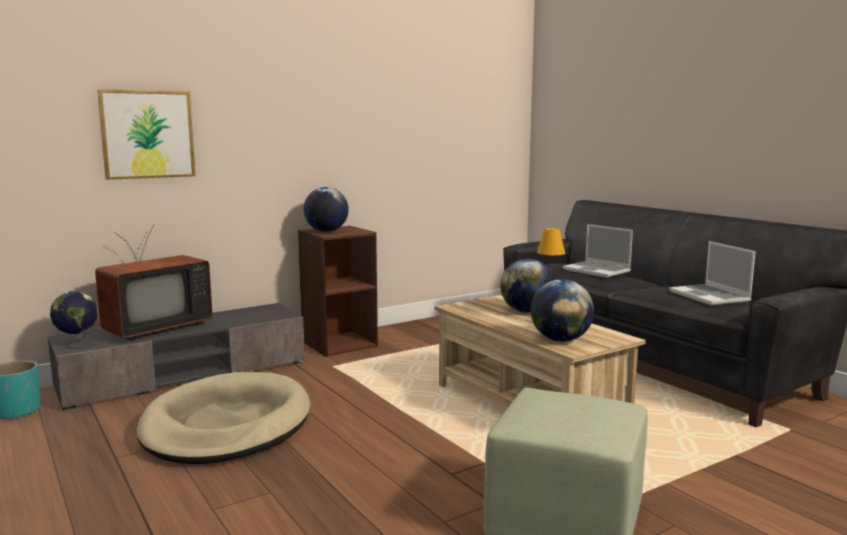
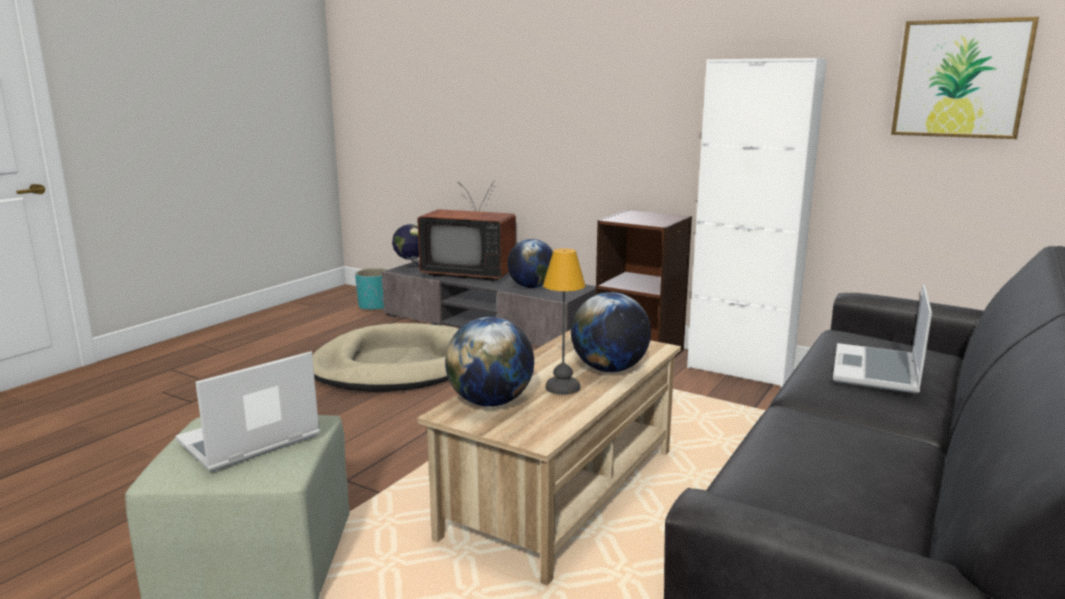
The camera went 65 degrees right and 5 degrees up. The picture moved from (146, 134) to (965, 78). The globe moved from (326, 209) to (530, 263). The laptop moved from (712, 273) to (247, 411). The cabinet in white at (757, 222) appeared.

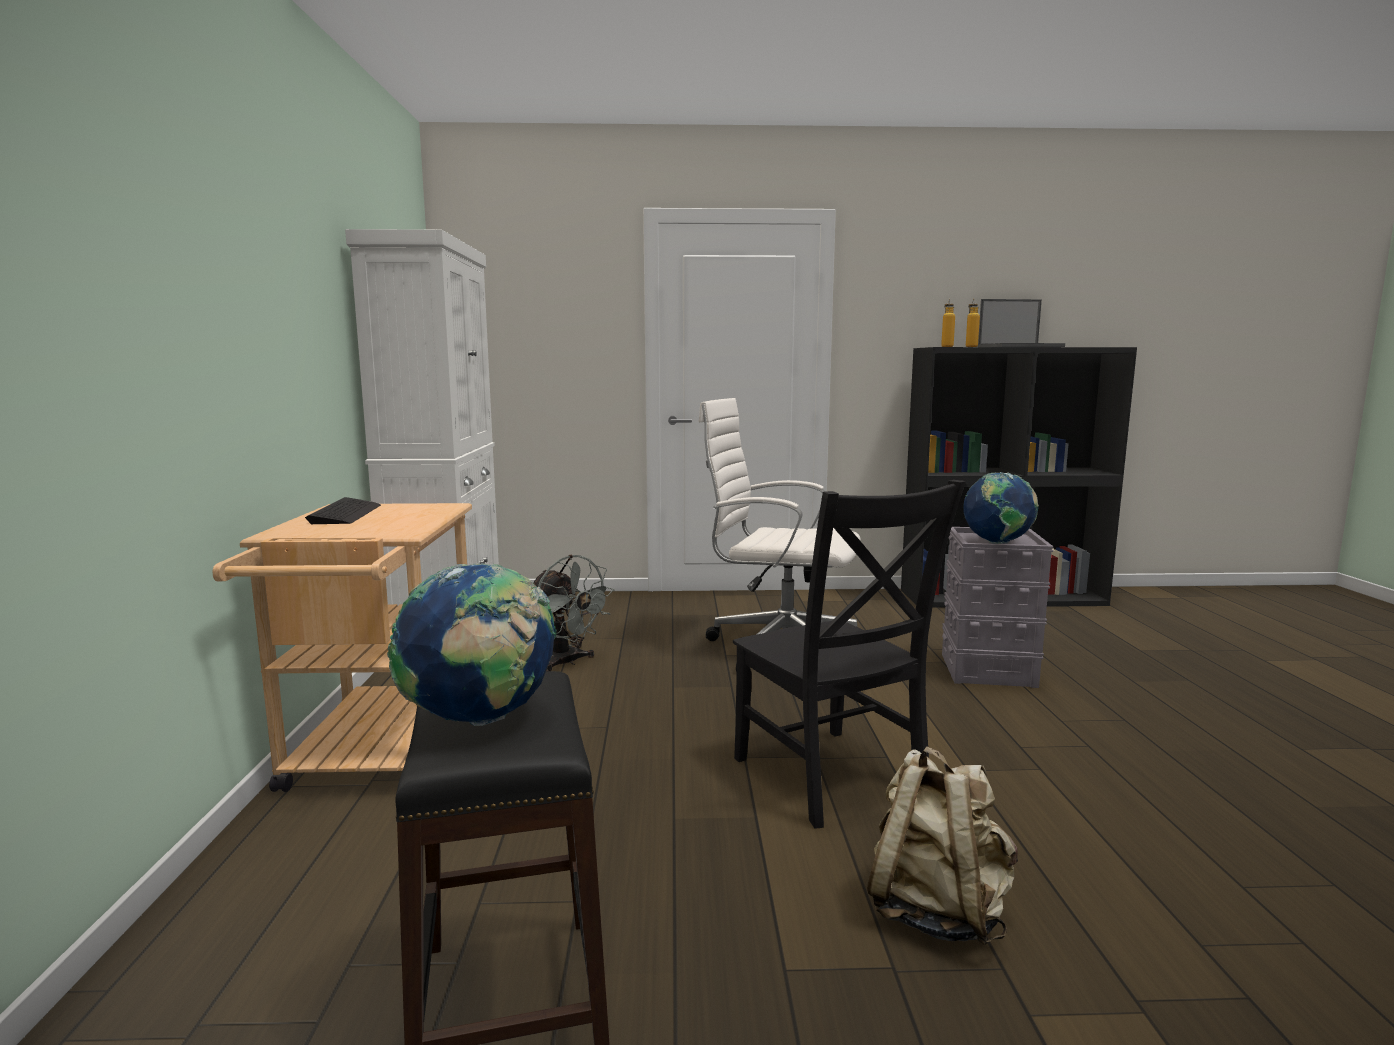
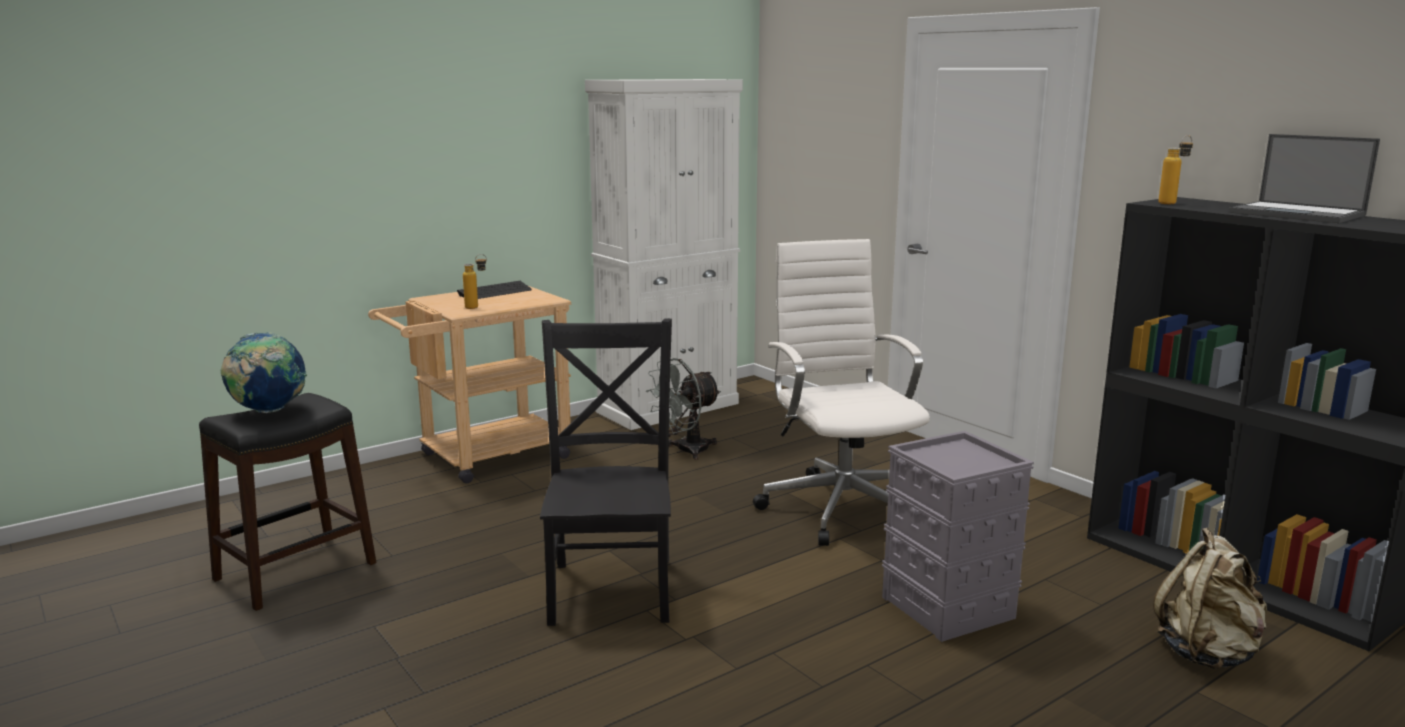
The camera went 55 degrees right and 5 degrees up. The bottle moved from (973, 323) to (475, 281). The globe at (1001, 508) disappeared. The chair in black at (849, 654) turned 150 degrees clockwise. The fan in grey at (574, 613) turned 45 degrees clockwise. The backpack in beige moved from (942, 845) to (1210, 598).

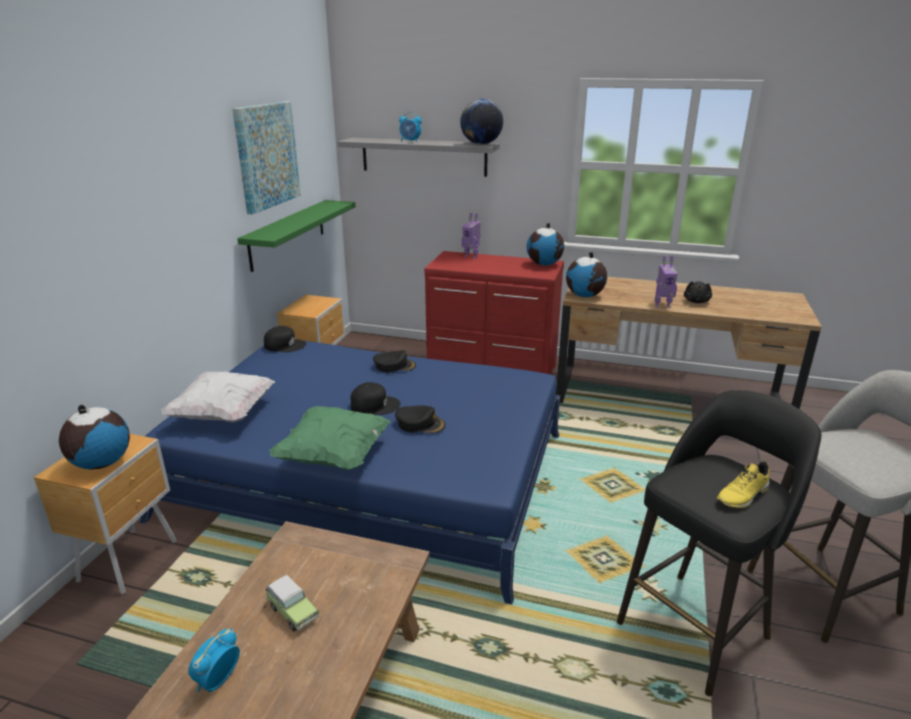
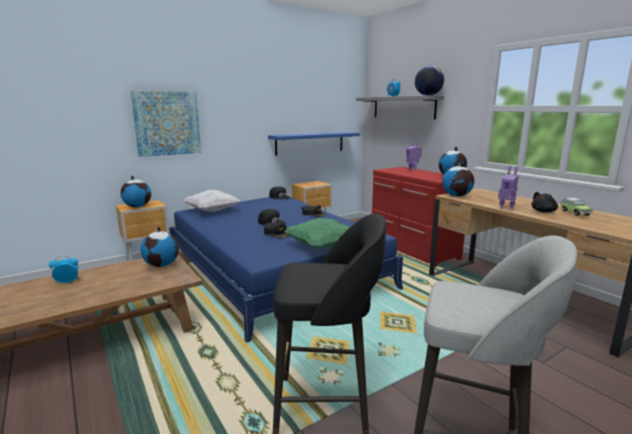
The camera went 40 degrees right and 10 degrees down. The picture moved from (266, 158) to (166, 124). The shelf in green at (296, 236) became the shelf in blue at (314, 144). The pillow in green moved from (329, 438) to (317, 233). The shoe in yellow at (743, 485) disappeared. The toy car moved from (292, 603) to (576, 207). The globe at (160, 246) appeared.

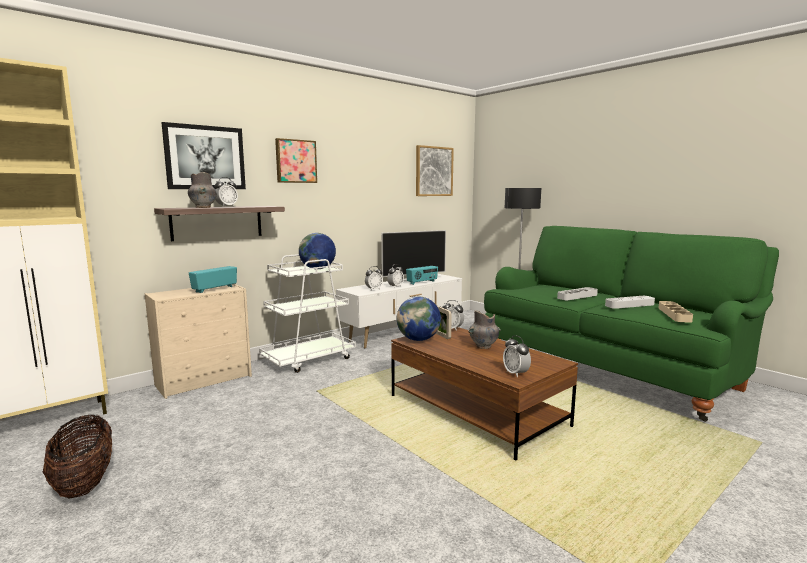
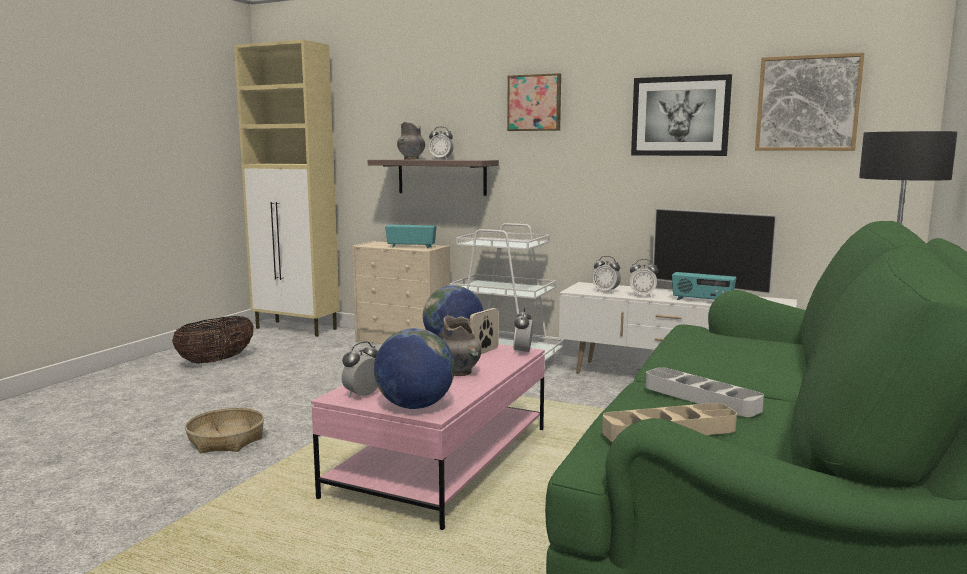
The camera went 65 degrees right and 0 degrees up. The picture moved from (203, 155) to (681, 115). The globe moved from (317, 251) to (414, 368). The tray in grey at (577, 293) disappeared. The coffee table in brown at (484, 394) became the coffee table in pink at (428, 437). The basket at (224, 430) appeared.

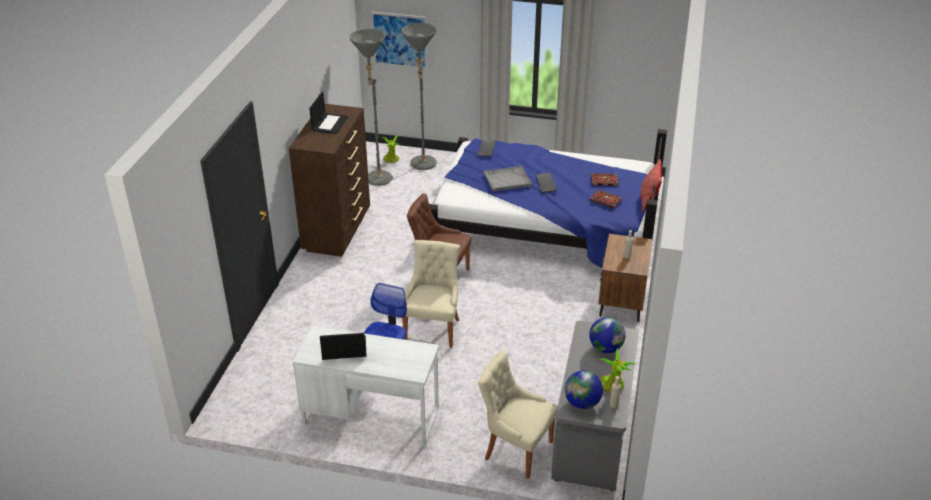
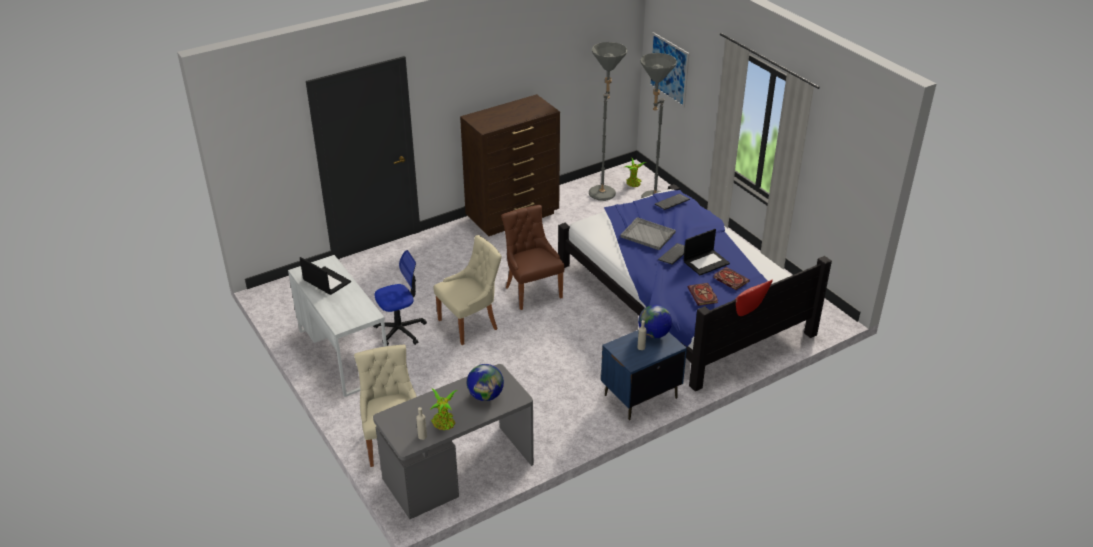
The camera went 45 degrees right and 0 degrees up. The laptop moved from (328, 113) to (707, 252). The nightstand in brown at (625, 278) became the nightstand in blue at (644, 375). The globe moved from (584, 389) to (655, 321).

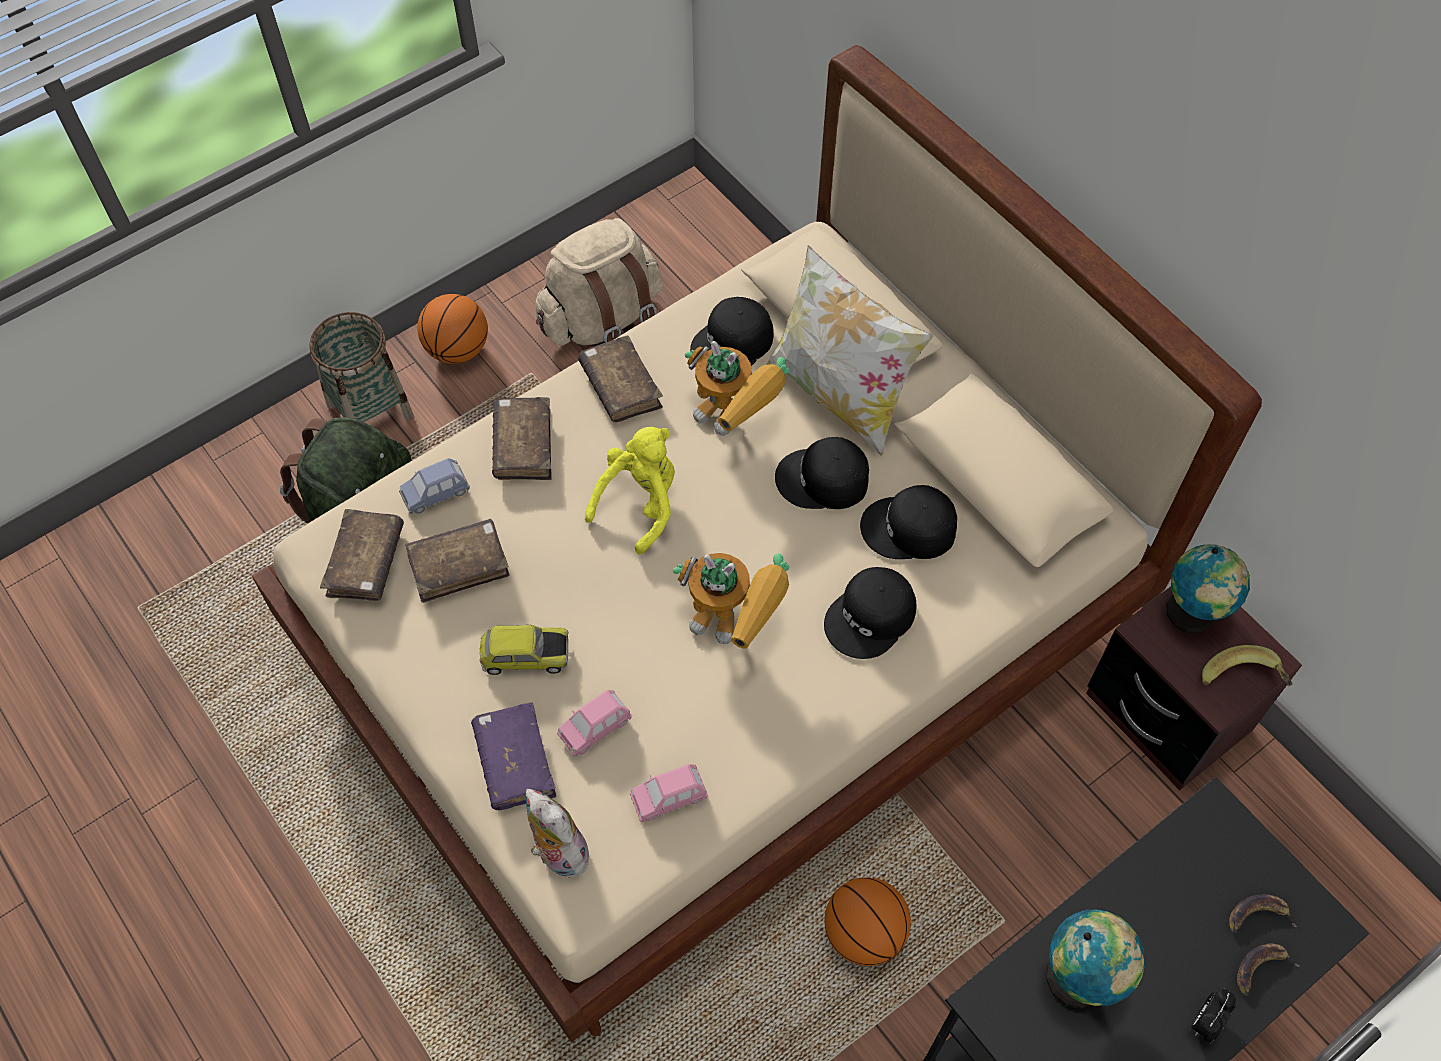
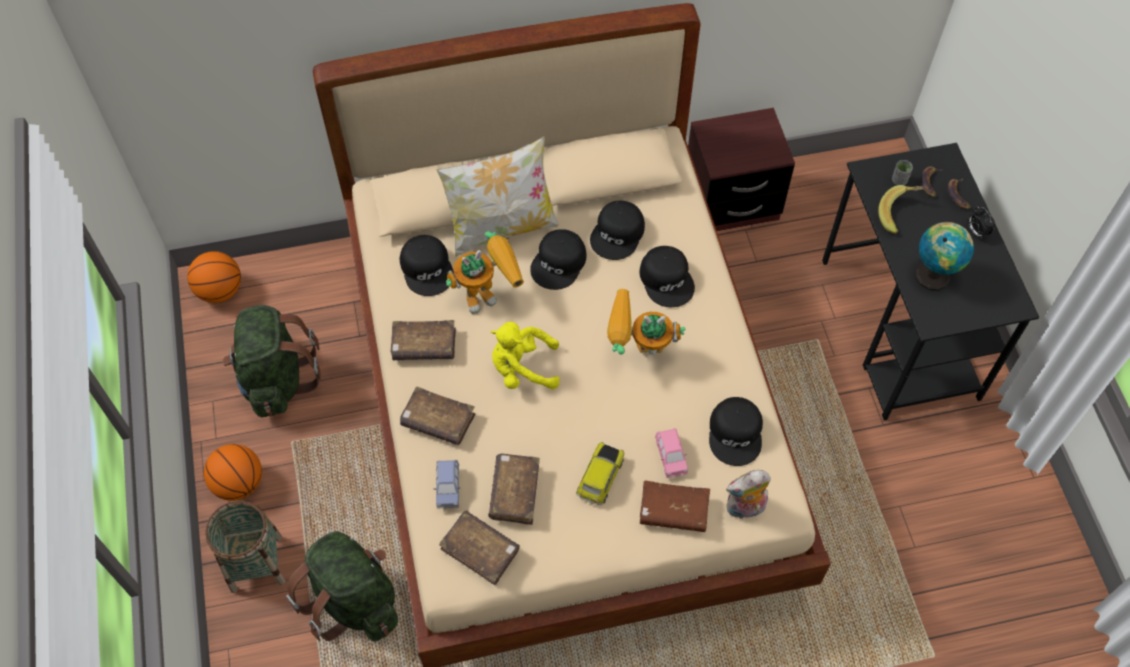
The camera went 65 degrees left and 0 degrees up. The backpack in beige at (599, 282) became the backpack in green at (271, 361). The plush toy in yellow at (630, 490) turned 60 degrees counterclockwise. The globe at (1208, 589) disappeared. The toy robot at (731, 601) turned 135 degrees counterclockwise. The banana moved from (1247, 666) to (901, 209). The book in purple at (513, 756) became the book in brown at (675, 506). The toy car in pink at (669, 793) was replaced by the cap in black at (736, 431). The basketball moved from (868, 921) to (214, 277). The cup in grey at (902, 172) appeared.

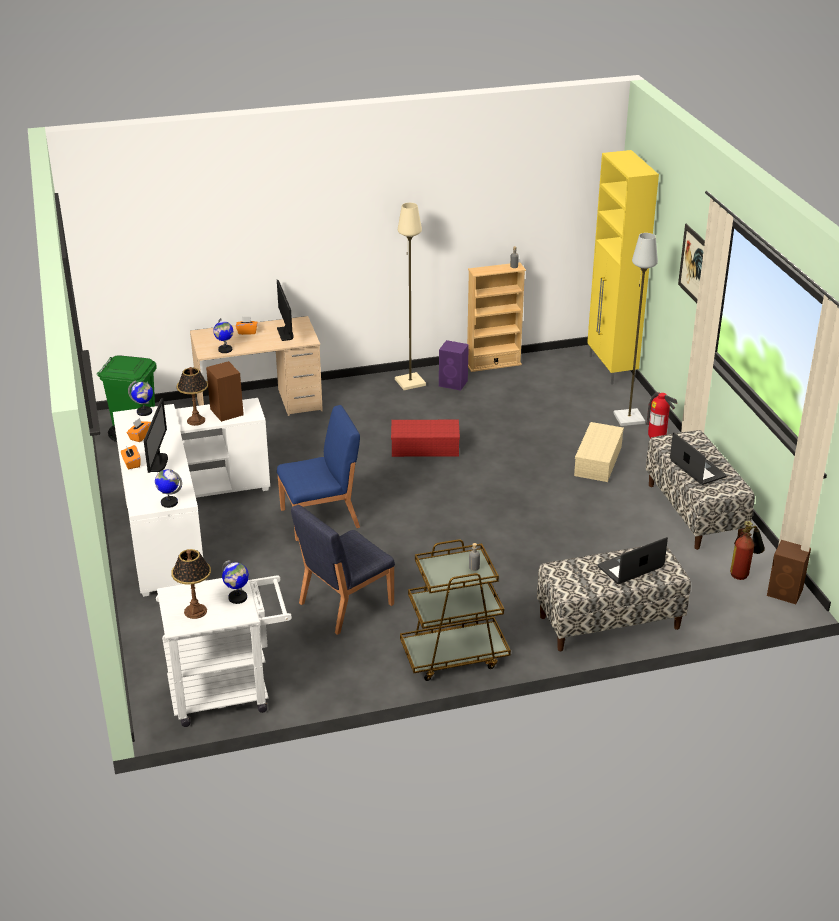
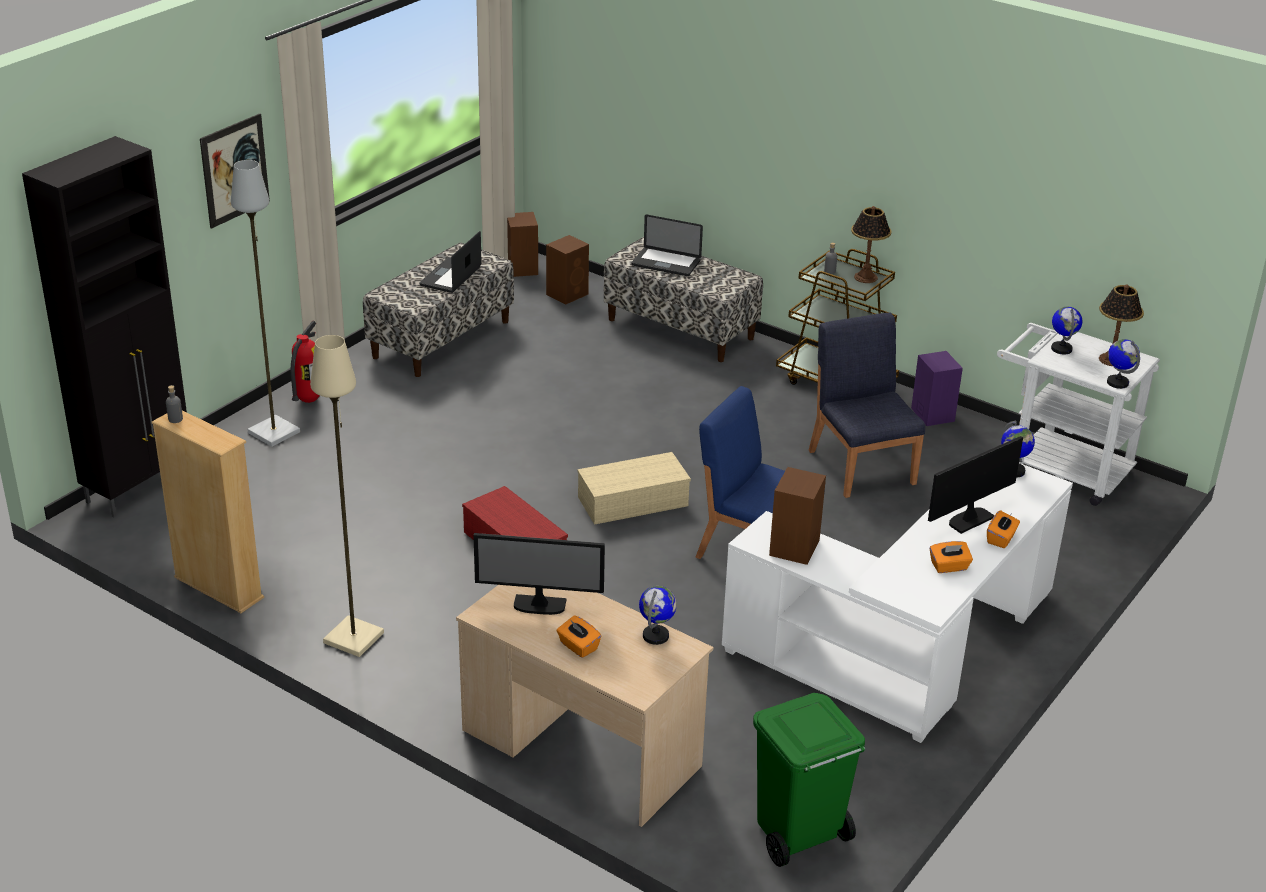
The camera went 130 degrees left and 0 degrees up. The cabinet in yellow at (623, 267) became the cabinet in black at (104, 326). The monitor at (285, 310) turned 120 degrees counterclockwise. The speaker in purple moved from (454, 365) to (937, 388). The table lamp moved from (192, 396) to (871, 244). The globe moved from (140, 398) to (1123, 364). The storage box in beige moved from (599, 452) to (634, 488). The chair in blue at (343, 570) turned 120 degrees counterclockwise. The fire extinguisher at (747, 550) disappeared. The speaker in brown at (567, 270) appeared.

